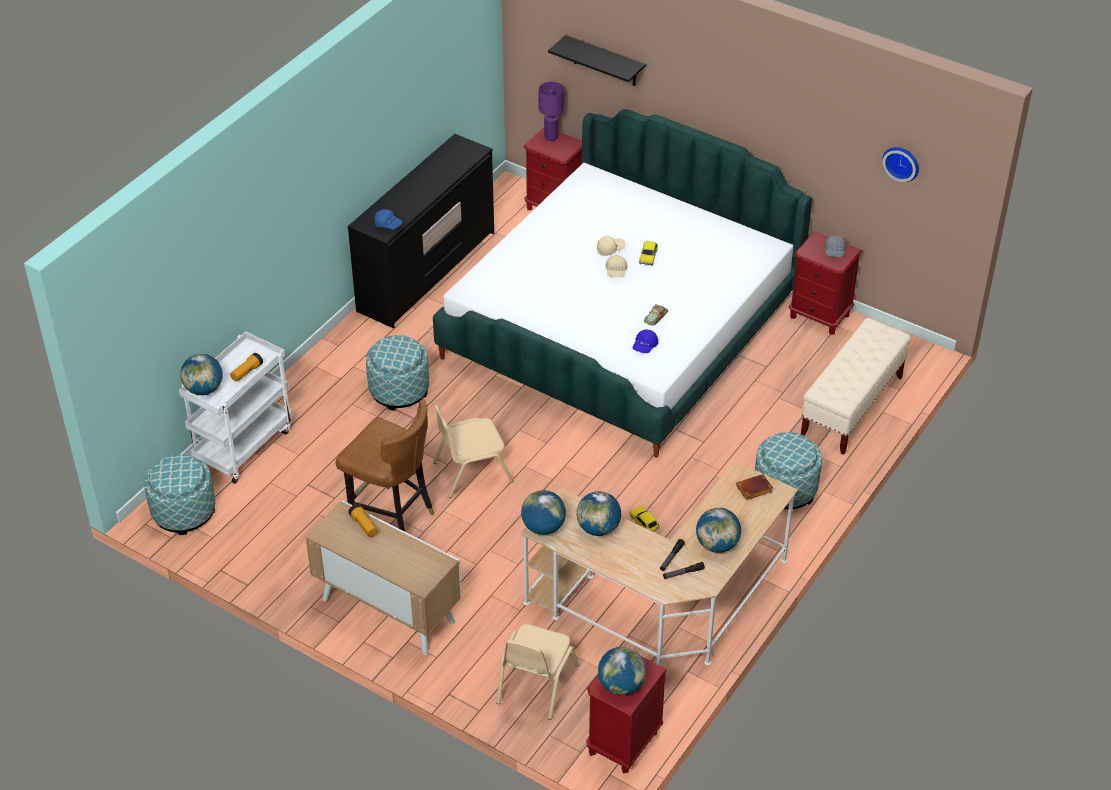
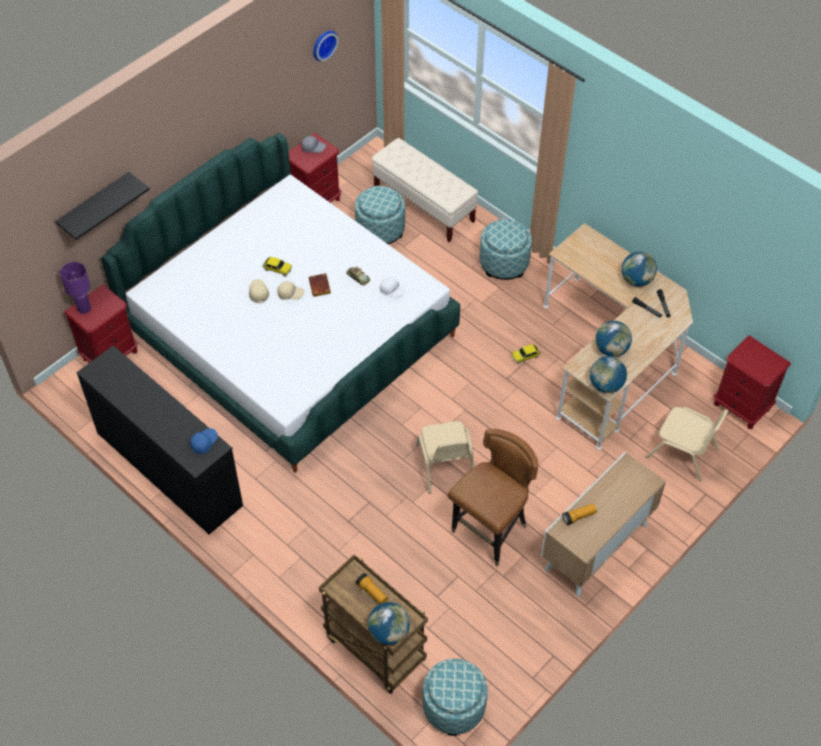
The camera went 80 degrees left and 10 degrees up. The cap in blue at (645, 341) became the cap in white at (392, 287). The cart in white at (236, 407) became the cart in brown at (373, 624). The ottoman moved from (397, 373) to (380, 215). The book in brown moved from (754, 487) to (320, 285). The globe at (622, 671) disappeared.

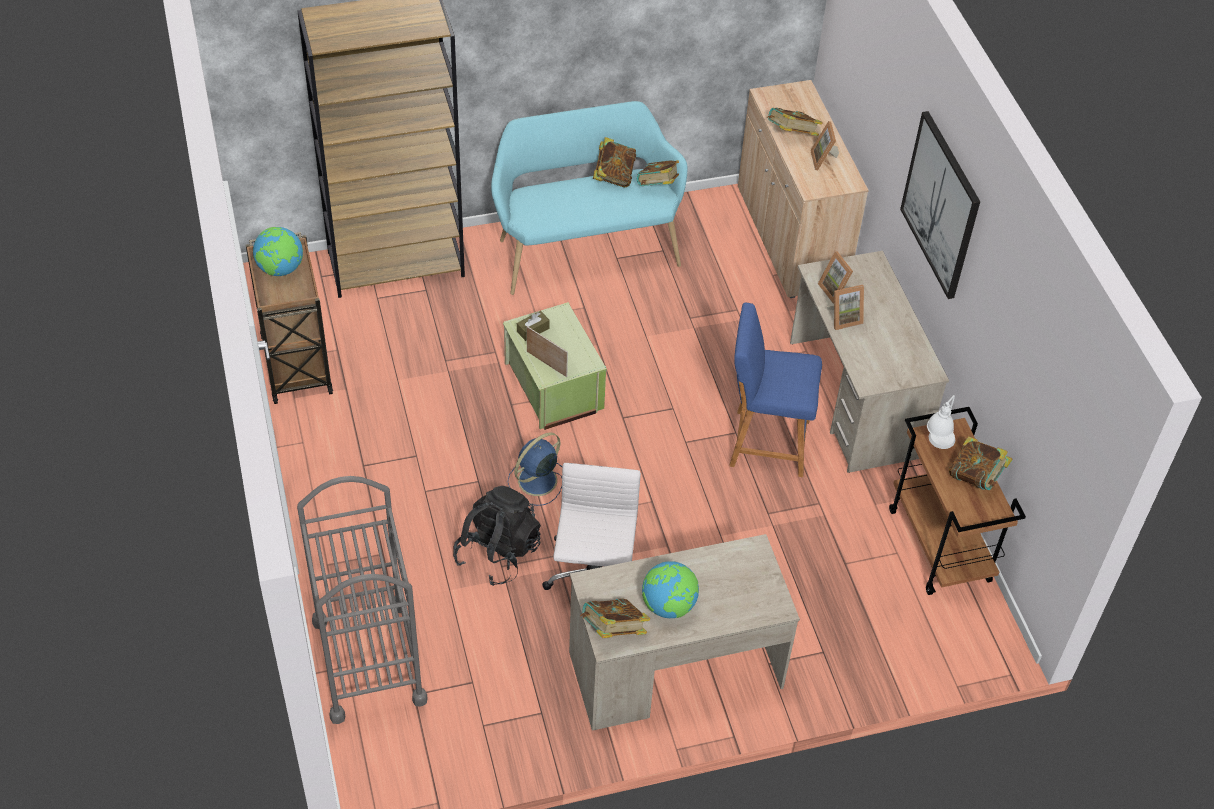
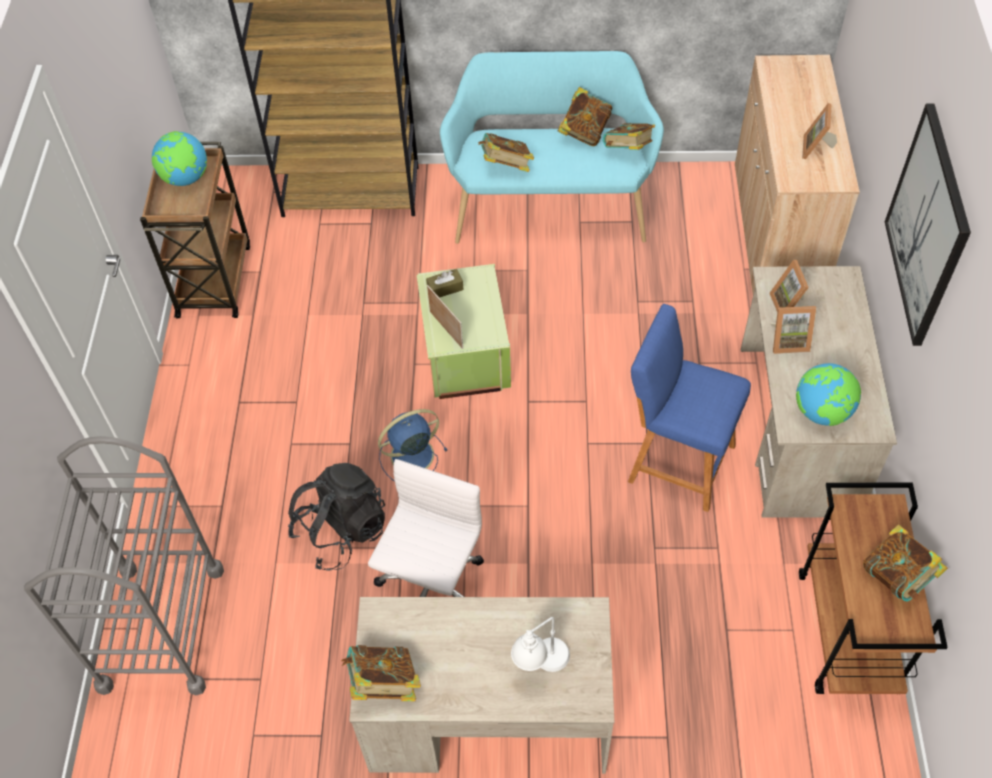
The camera went 20 degrees right and 5 degrees up. The book moved from (795, 122) to (506, 152). The table lamp in white moved from (941, 422) to (540, 644). The globe moved from (670, 589) to (828, 394).

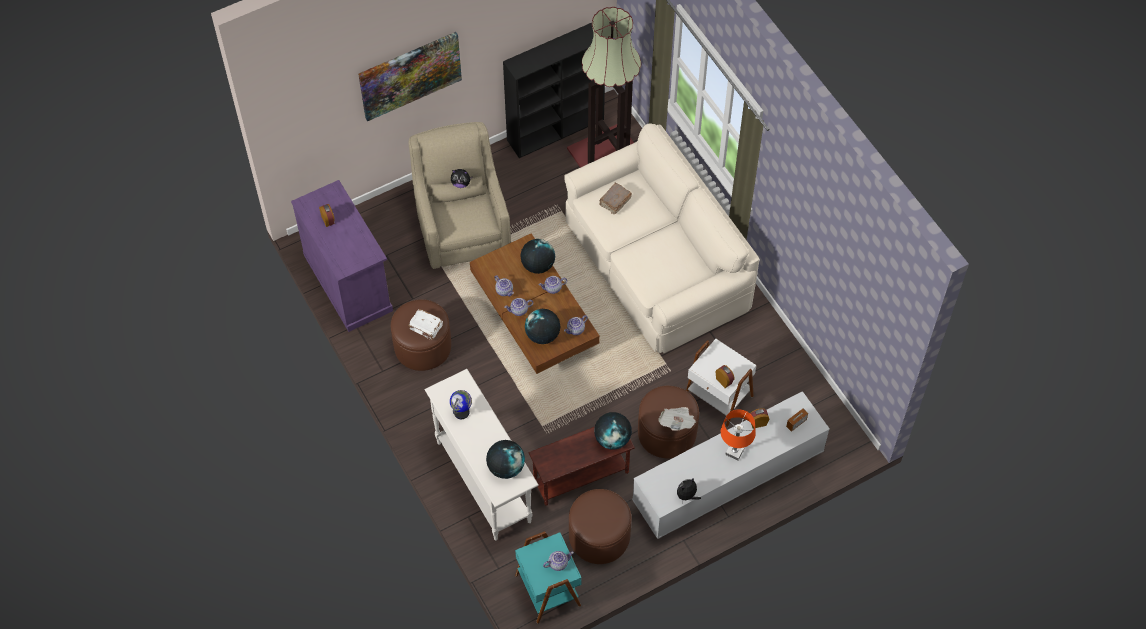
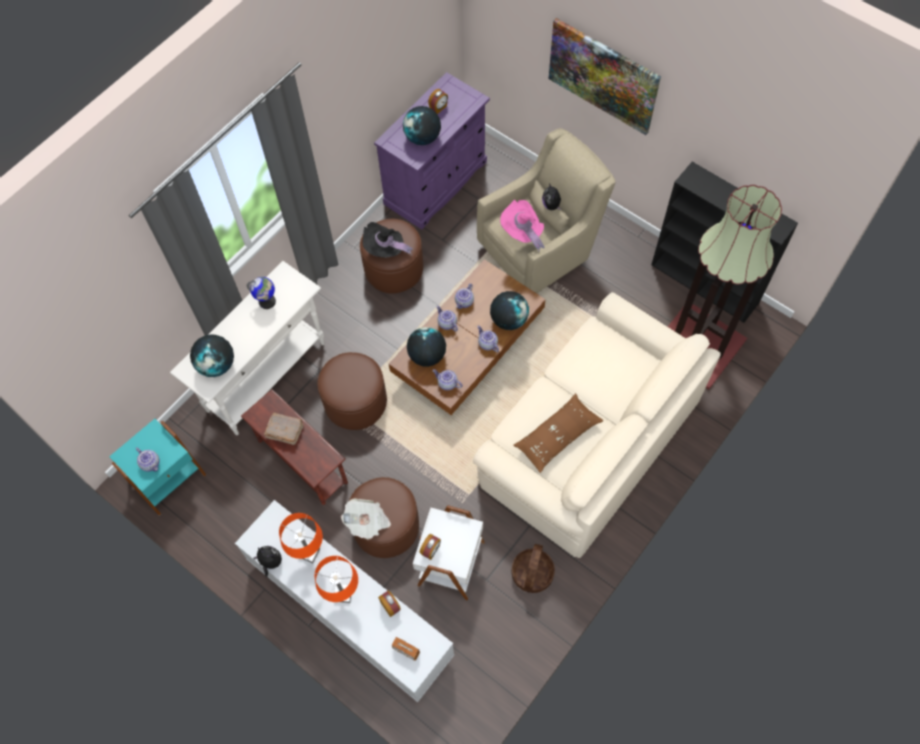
The camera went 70 degrees right and 5 degrees up. The book in brown moved from (615, 198) to (283, 429). The book in white at (425, 324) was replaced by the hat in black at (388, 240). The globe moved from (613, 431) to (422, 125). The ottoman in brown moved from (600, 526) to (352, 391). The hat in pink at (522, 225) appeared. The pillow in brown at (558, 433) appeared. The table lamp in orange at (301, 538) appeared. The basket at (533, 568) appeared.

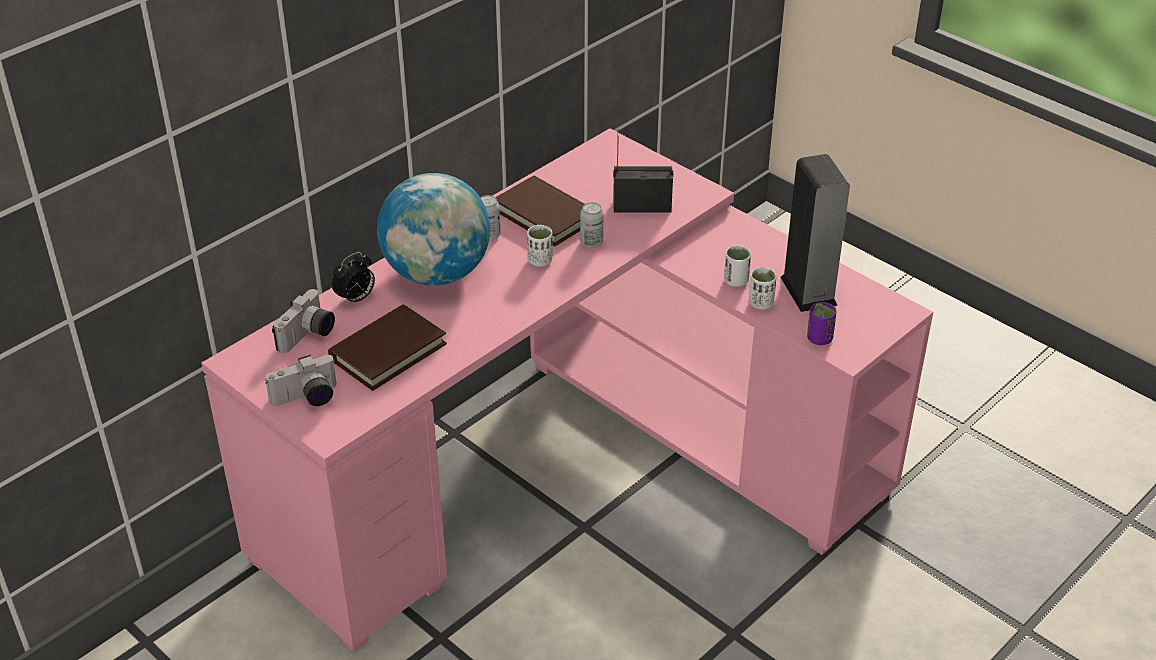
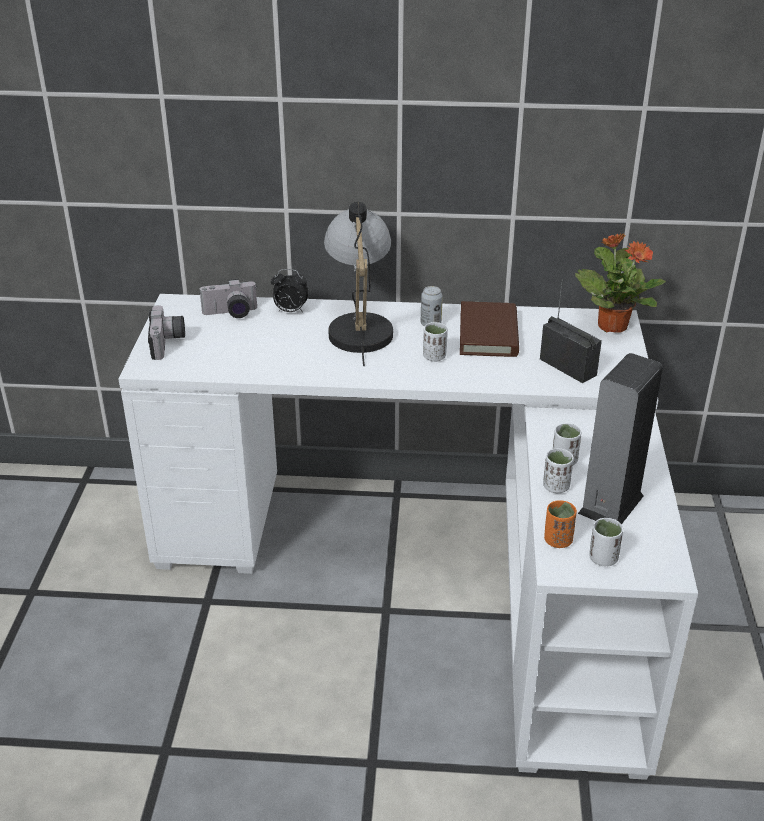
The camera went 50 degrees right and 5 degrees down. The desk in pink at (567, 390) became the desk in white at (408, 537). The globe at (433, 229) was replaced by the table lamp at (358, 284). The can at (592, 225) disappeared. The cup in purple at (821, 323) became the cup in orange at (560, 524). The book in brown at (387, 347) disappeared. The photo camera at (301, 380) turned 120 degrees counterclockwise. The potted plant at (620, 283) appeared. The cup in white at (606, 542) appeared.

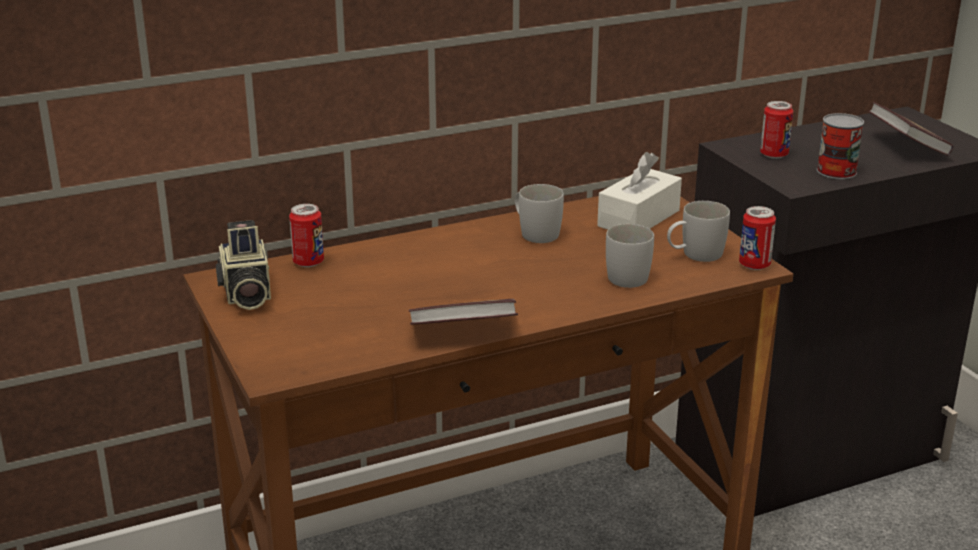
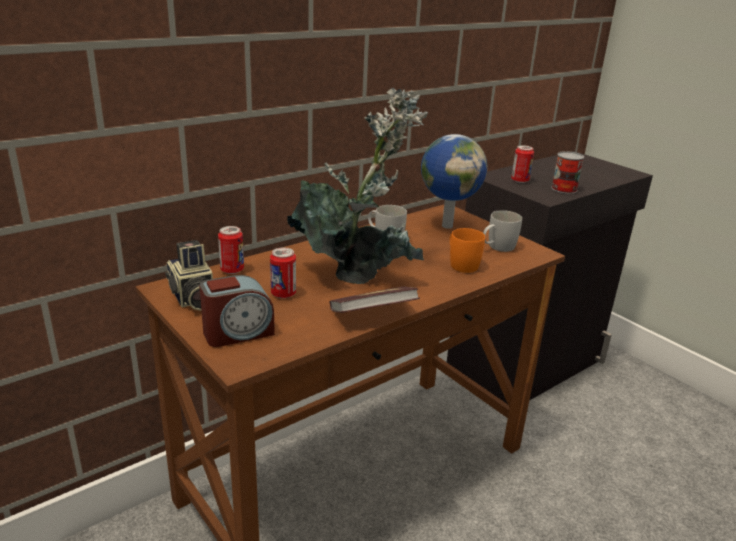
The camera went 15 degrees left and 0 degrees up. The book at (911, 129) disappeared. The tissue box in white at (639, 191) was replaced by the globe at (454, 181). The can moved from (757, 238) to (283, 272). The mug in white at (630, 256) became the mug in orange at (467, 250). The potted plant at (357, 186) appeared. The alarm clock at (237, 311) appeared.

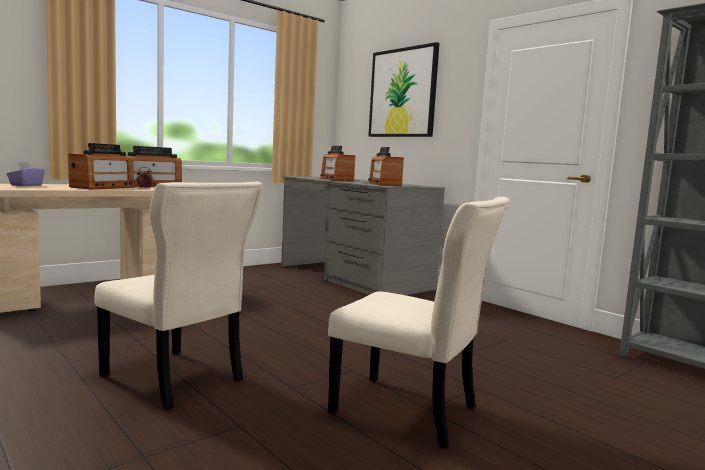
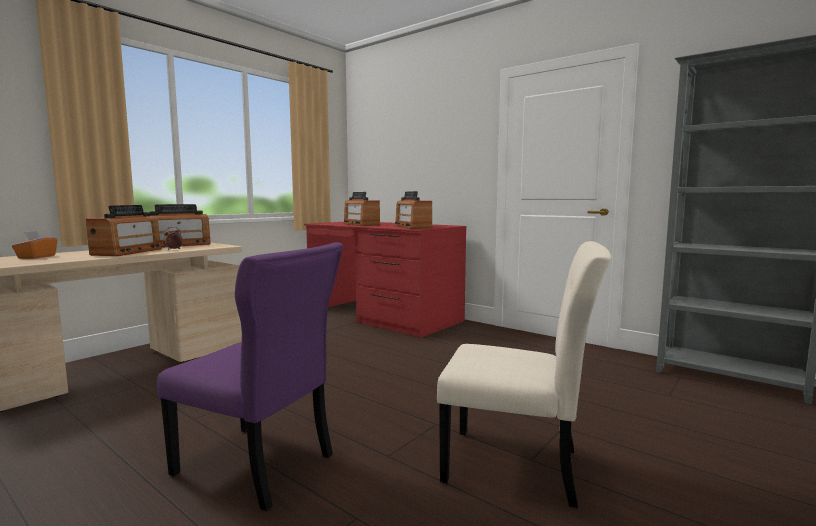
The camera went 10 degrees left and 0 degrees up. The picture at (403, 89) disappeared. The tissue box in purple at (26, 174) became the tissue box in orange at (34, 245). The desk in grey at (363, 235) became the desk in red at (385, 280). The chair in beige at (178, 296) became the chair in purple at (250, 376).

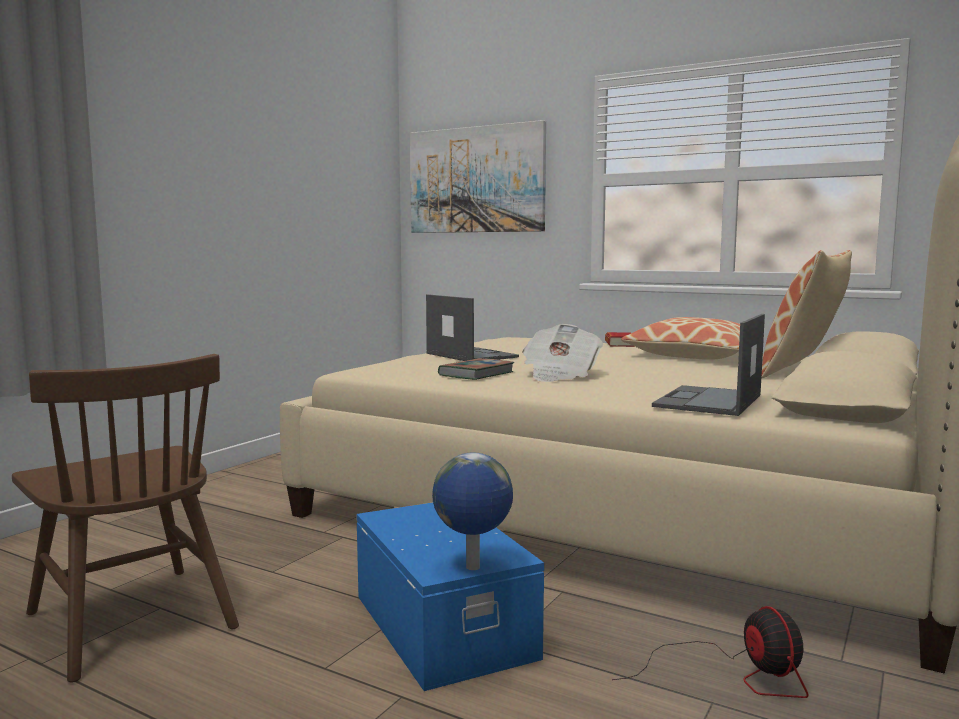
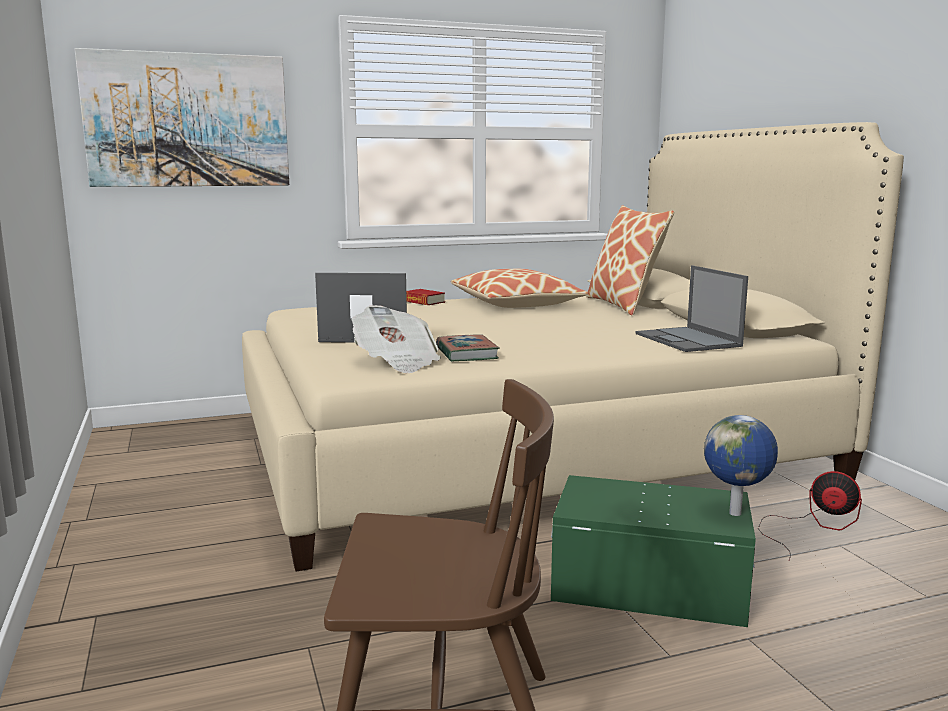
The camera went 50 degrees left and 5 degrees up. The newspaper moved from (562, 353) to (396, 339). The storage box in blue at (450, 597) became the storage box in green at (653, 551).

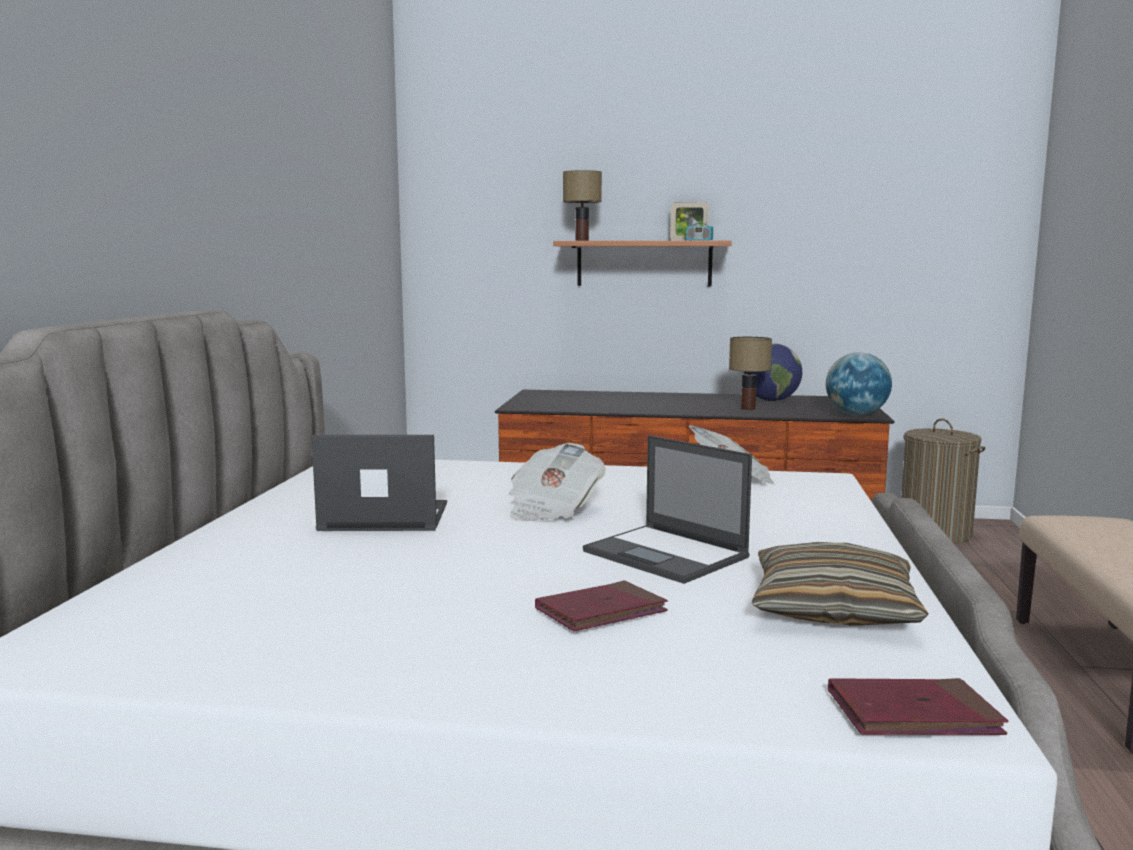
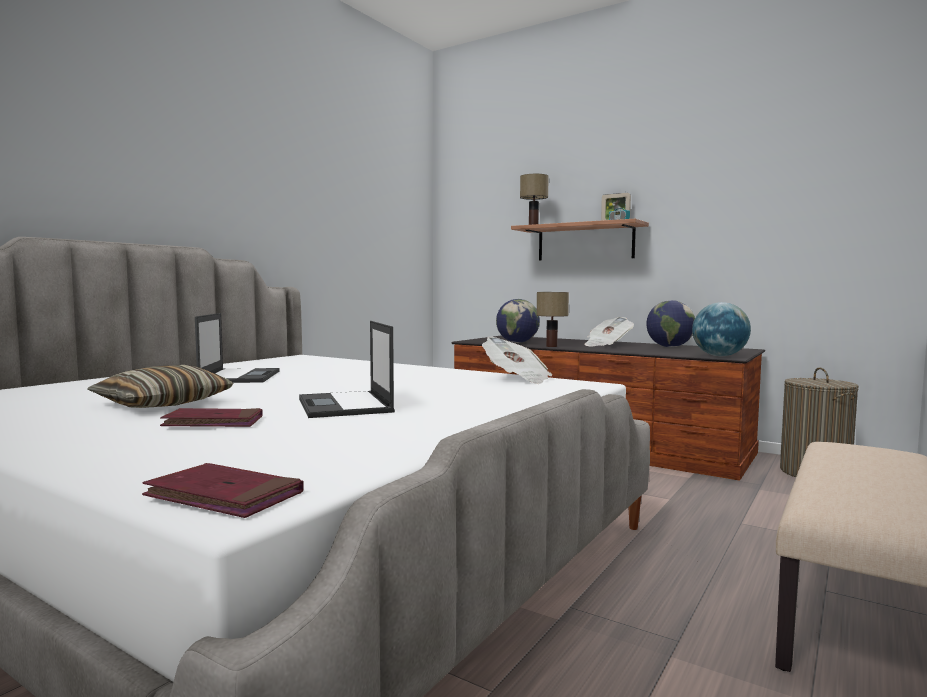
The camera went 25 degrees right and 5 degrees down. The table lamp moved from (750, 373) to (552, 319). The laptop at (379, 483) turned 60 degrees clockwise. The newspaper moved from (557, 482) to (609, 331). The pillow moved from (840, 584) to (160, 386). The globe at (518, 321) appeared.

